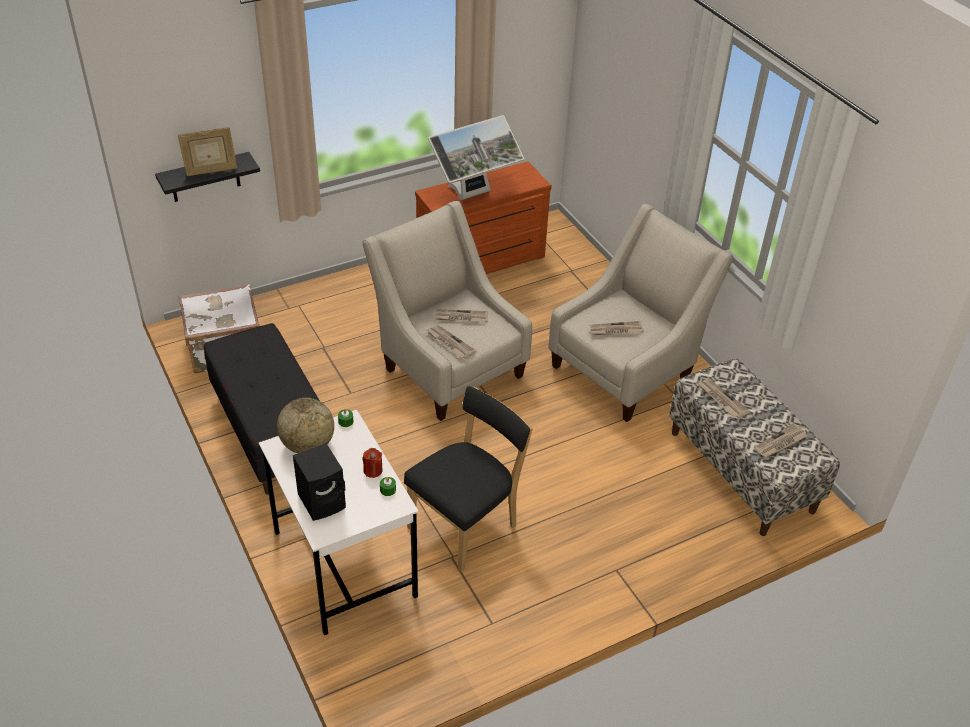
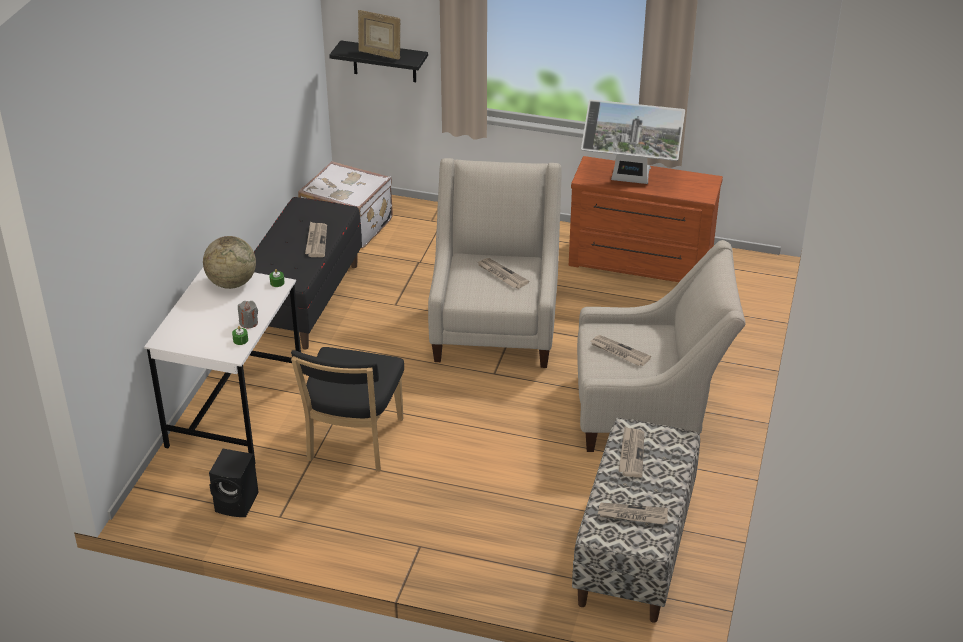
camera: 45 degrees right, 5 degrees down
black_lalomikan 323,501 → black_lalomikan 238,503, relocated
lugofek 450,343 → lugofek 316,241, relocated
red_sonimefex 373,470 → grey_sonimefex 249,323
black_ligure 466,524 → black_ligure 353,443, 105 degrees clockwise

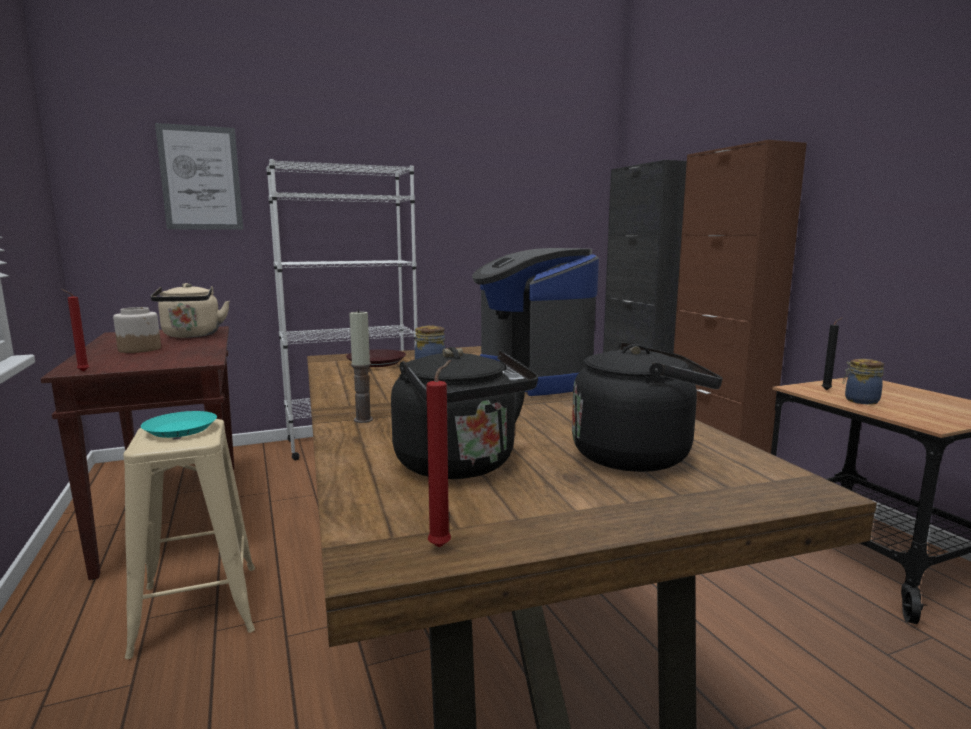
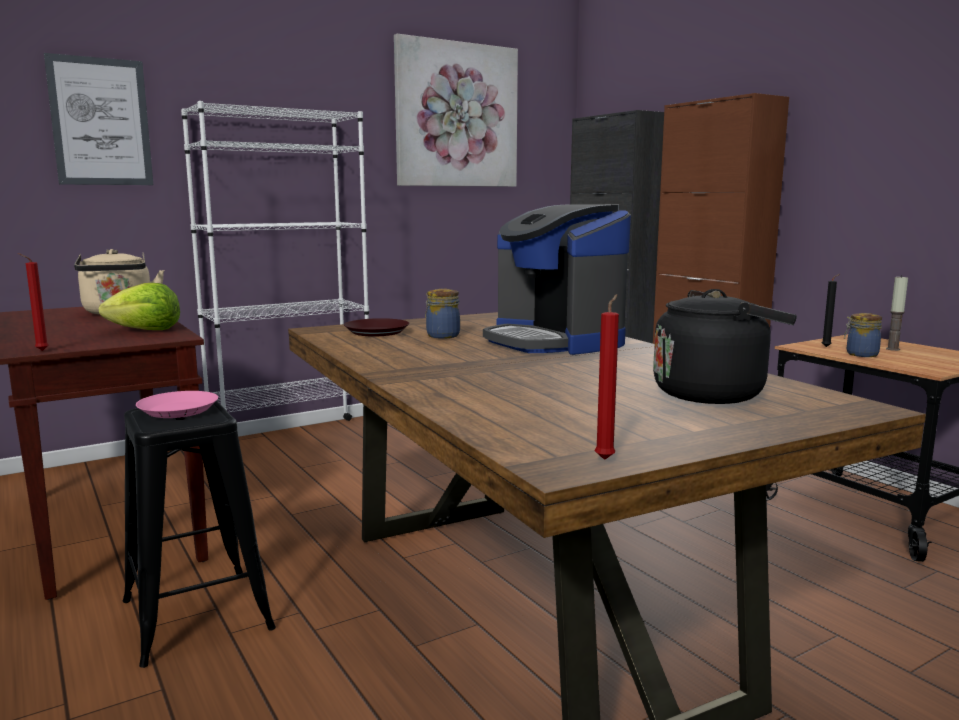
camera: 10 degrees left, 0 degrees up
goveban 140,349 → -
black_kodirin 460,466 → -
- → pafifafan 145,330
- → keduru 457,115
sonimefex 363,420 → sonimefex 892,349, relocated
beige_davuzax 197,609 → black_davuzax 197,615
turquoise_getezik 181,429 → pink_getezik 179,410

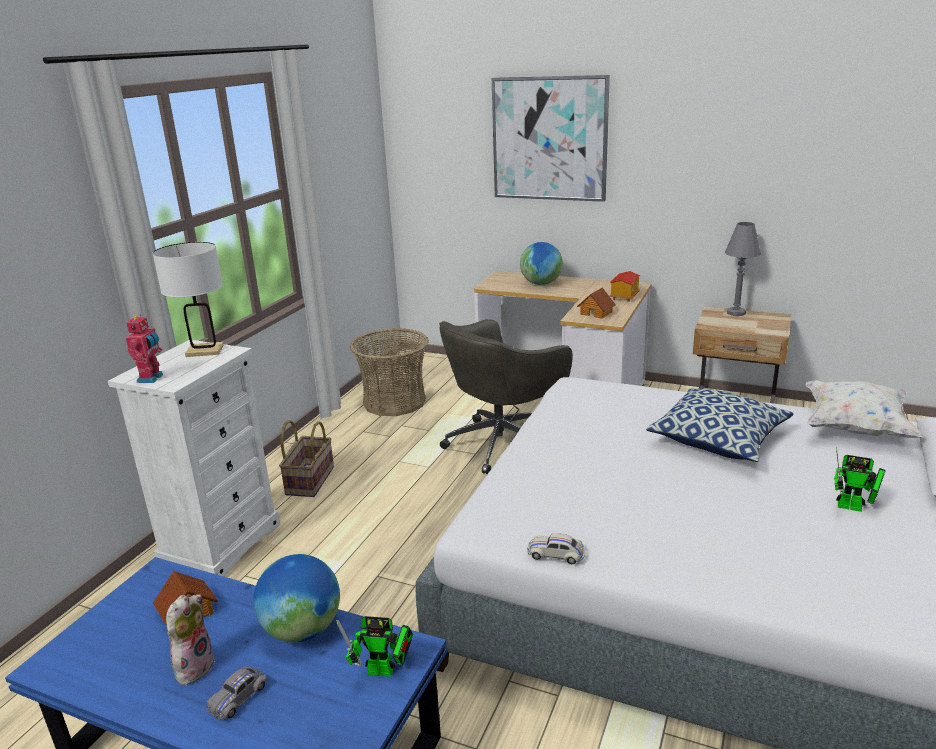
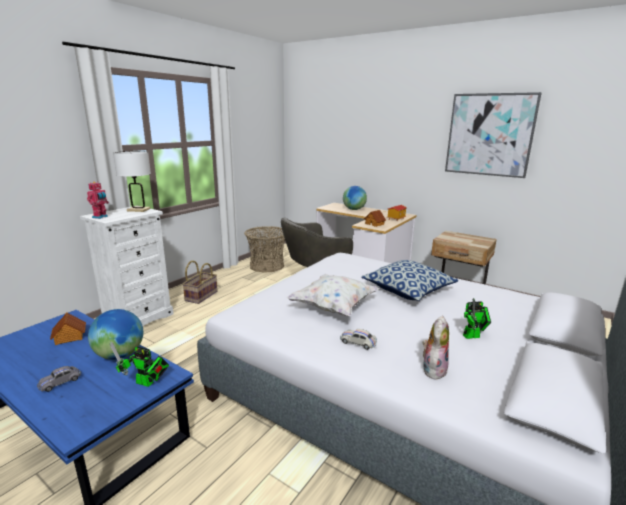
camera: 10 degrees right, 5 degrees down
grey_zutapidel 736,313 → -
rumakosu 194,666 → rumakosu 433,369, relocated
keduru 549,139 → keduru 489,135, relocated
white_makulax 556,554 → white_makulax 358,342, relocated
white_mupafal 855,427 → white_mupafal 334,307, relocated
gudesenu 854,507 → gudesenu 473,336, 45 degrees counterclockwise

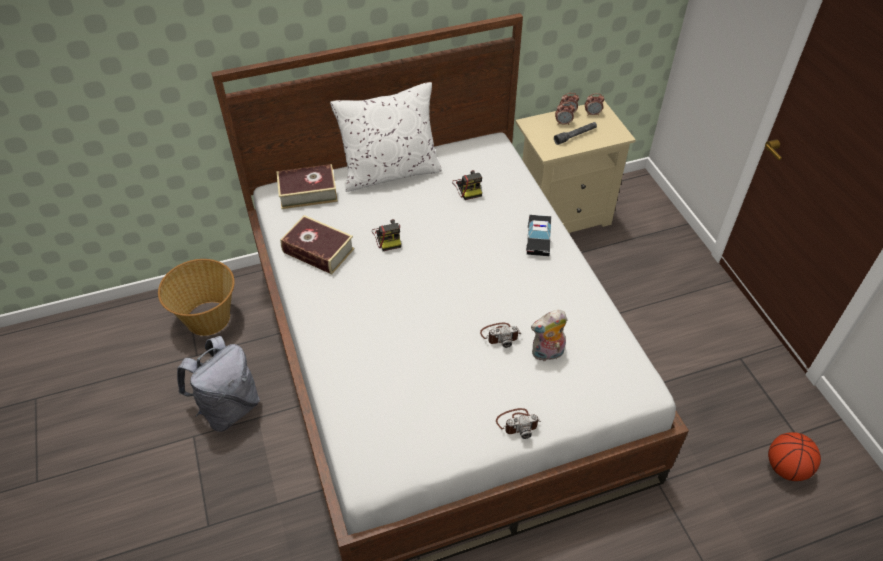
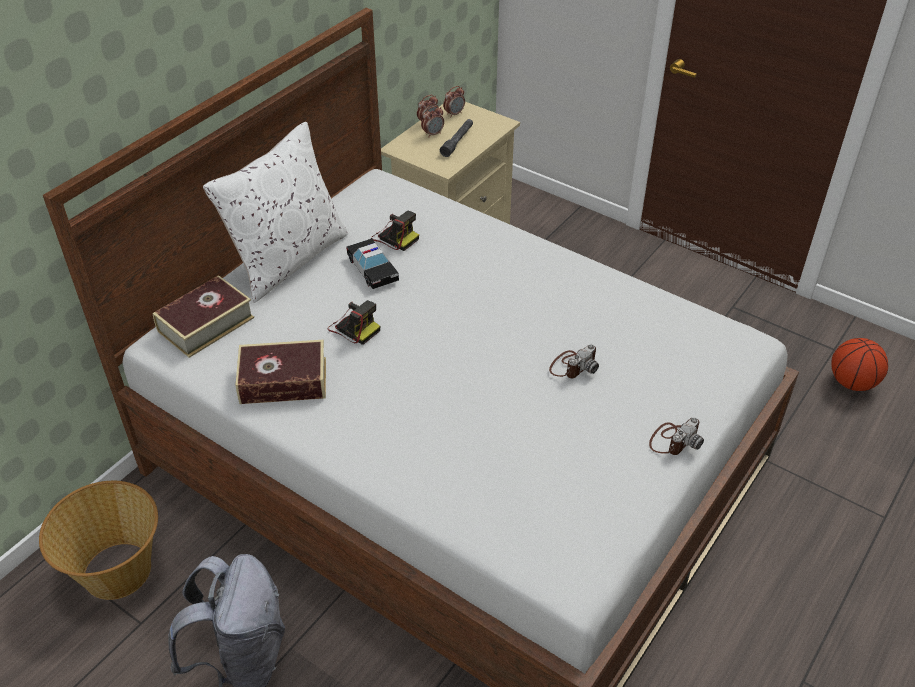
camera: 35 degrees left, 5 degrees down
rumakosu 547,354 → -
makulax 538,239 → makulax 372,269, relocated

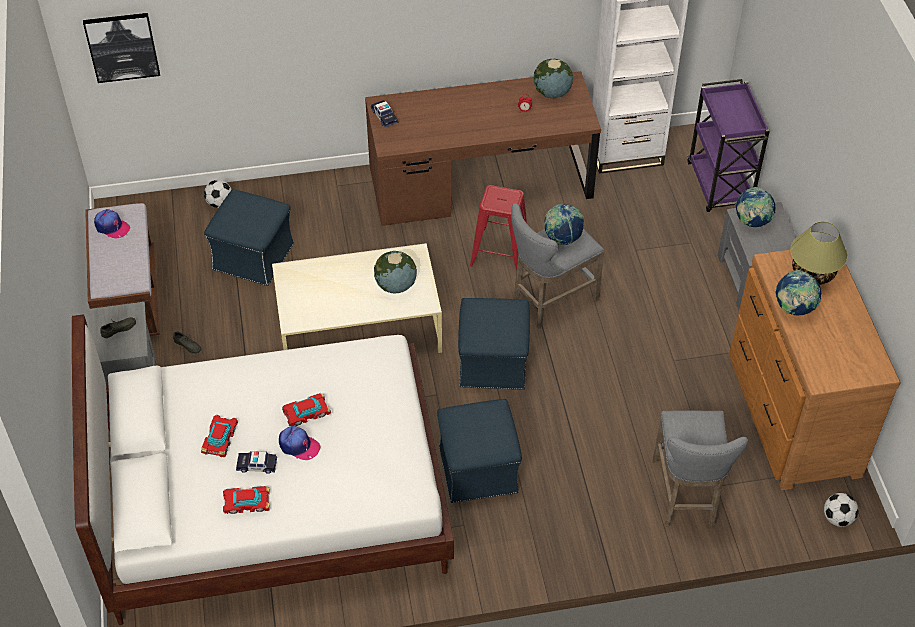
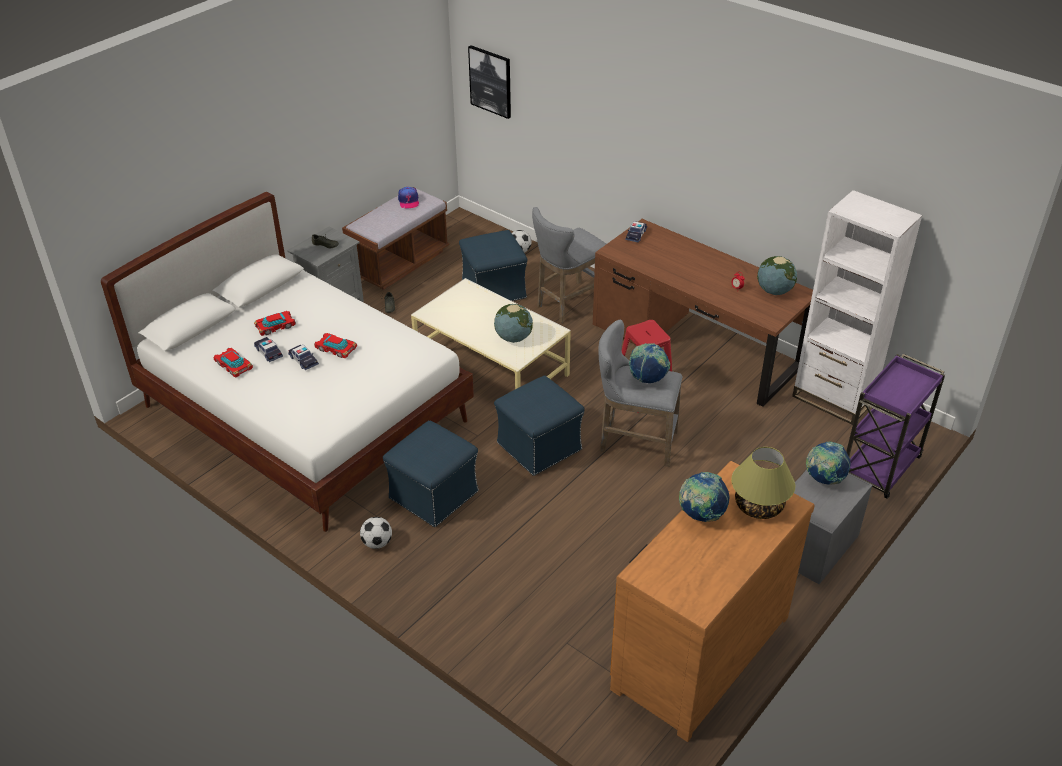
camera: 50 degrees right, 10 degrees down
grey_davuzax 686,496 → grey_davuzax 568,304, relocated
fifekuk 837,518 → fifekuk 377,543, relocated
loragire 298,446 → makulax 303,360

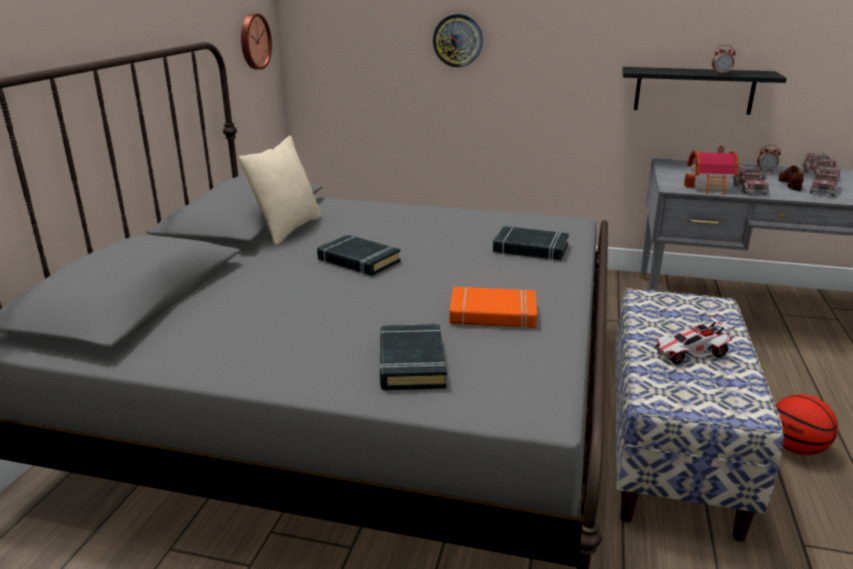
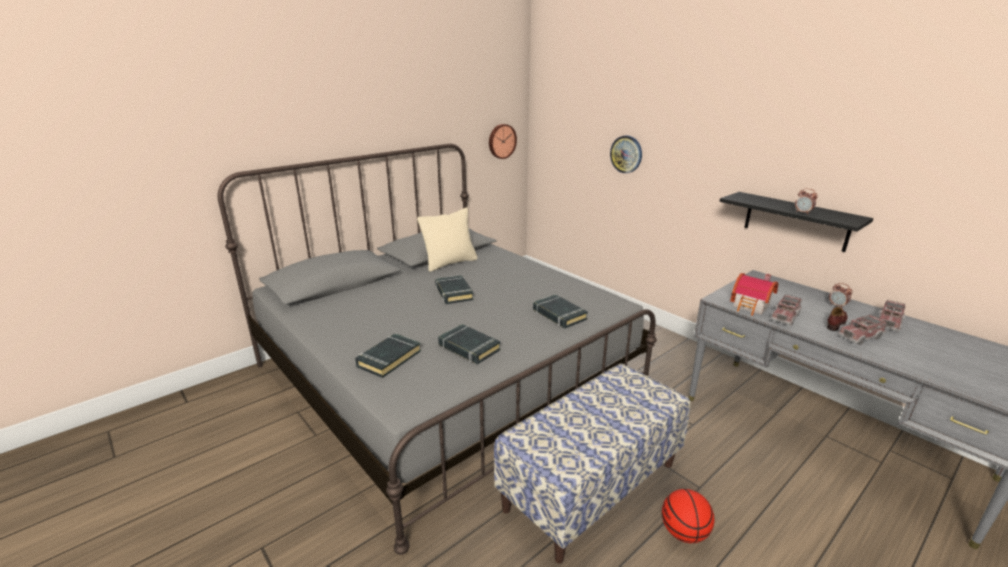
camera: 35 degrees right, 0 degrees up
makulax 690,354 → -
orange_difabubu 492,314 → black_difabubu 468,348

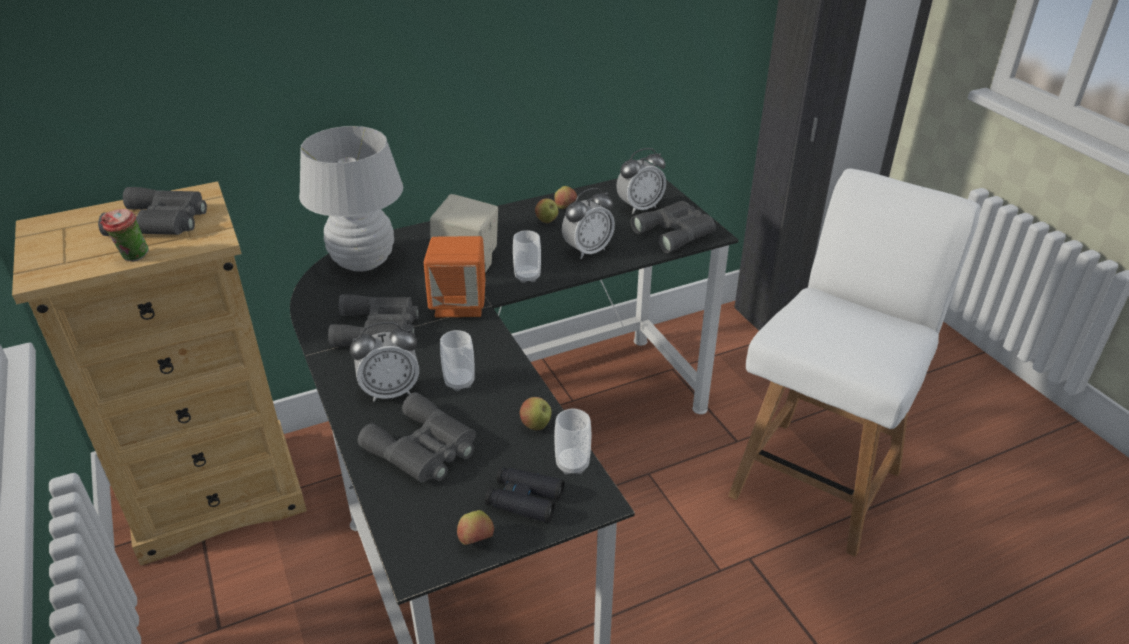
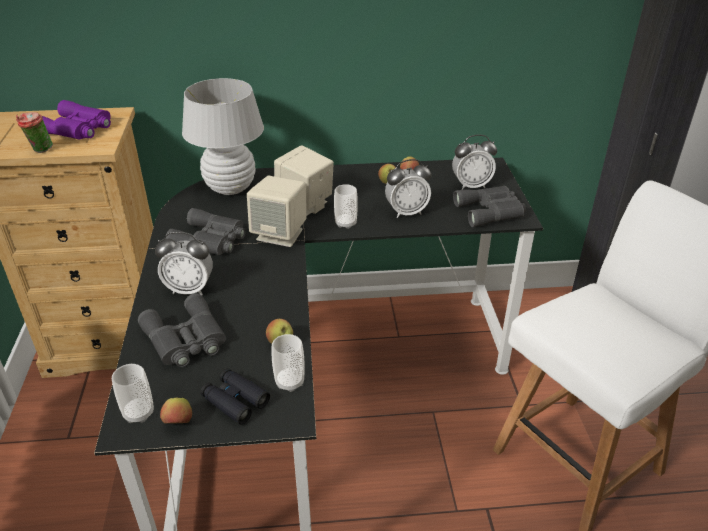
camera: 20 degrees right, 0 degrees up
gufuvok 459,382 → gufuvok 139,413, relocated
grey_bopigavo 161,222 → purple_bopigavo 76,129
orange_lalomikan 459,304 → beige_lalomikan 280,234

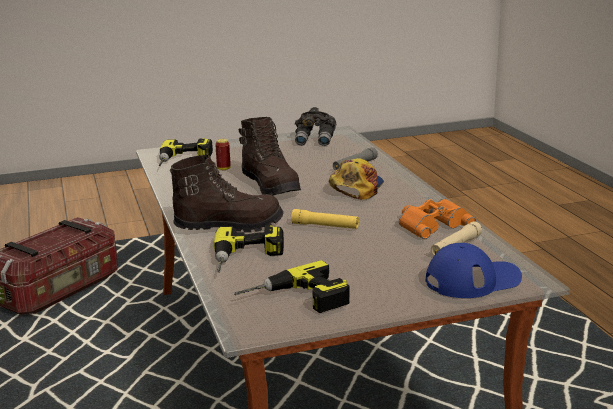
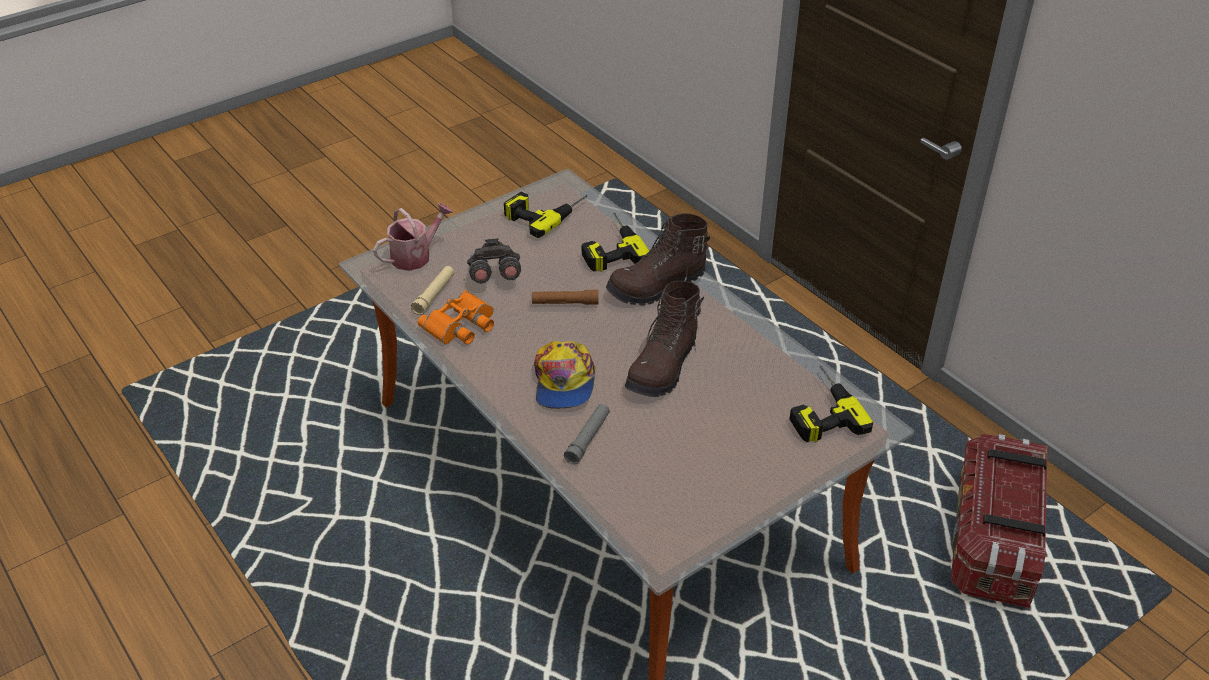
camera: 160 degrees right, 20 degrees up
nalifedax 223,169 → -
grey_bopigavo 315,140 → grey_bopigavo 494,276, relocated
blue_loragire 473,280 → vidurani 415,255
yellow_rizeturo 325,226 → brown_rizeturo 565,303
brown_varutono 271,185 → brown_varutono 664,367, 105 degrees counterclockwise

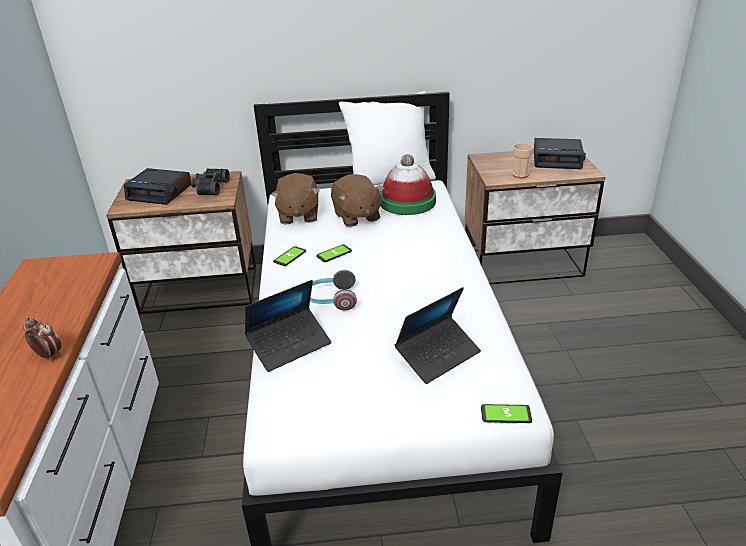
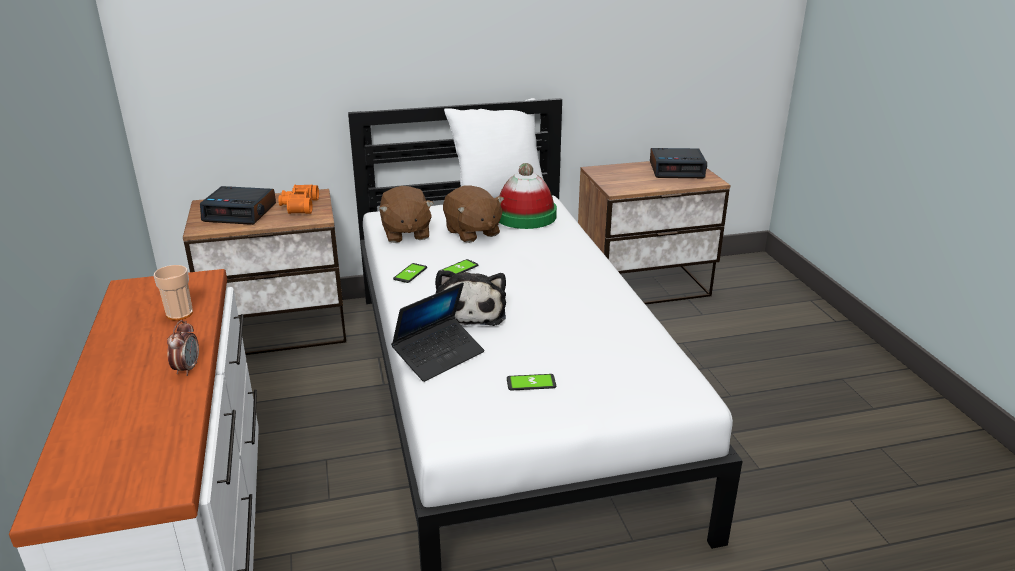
camera: 10 degrees left, 5 degrees down
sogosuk 438,355 → -
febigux 506,414 → febigux 531,383, relocated
gufuvok 520,175 → gufuvok 179,314, relocated
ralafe 331,300 → rumakosu 470,312
black_bopigavo 210,187 → orange_bopigavo 298,206
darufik 49,355 → darufik 187,369, 75 degrees clockwise

